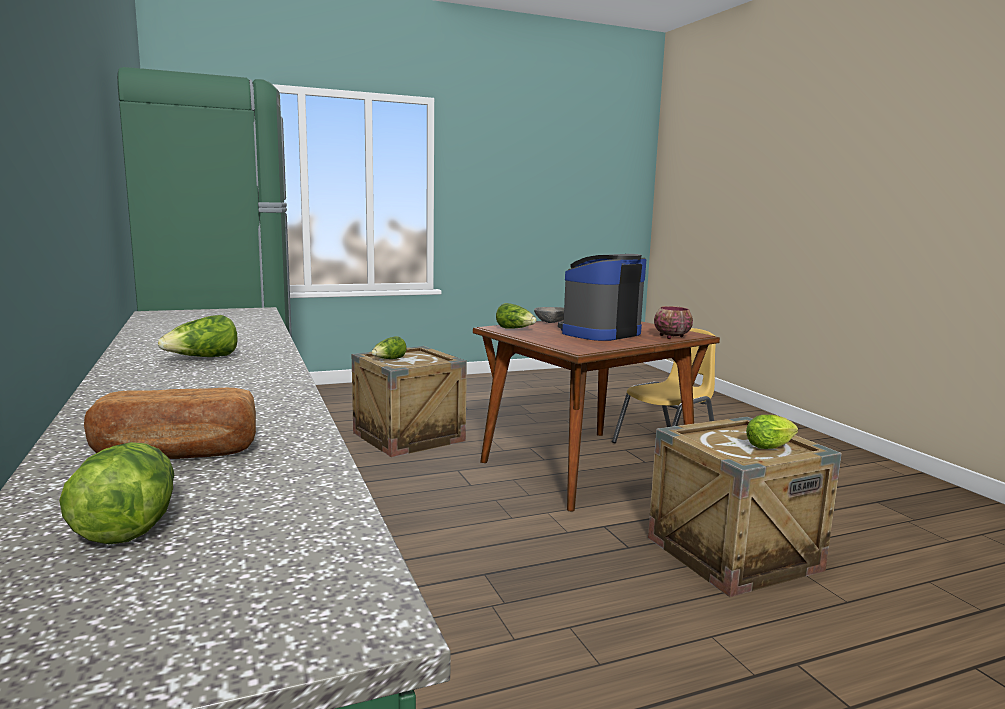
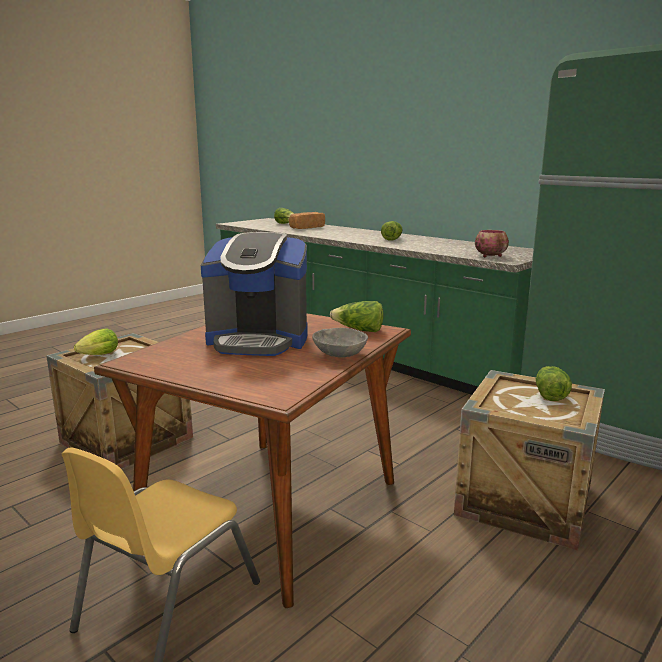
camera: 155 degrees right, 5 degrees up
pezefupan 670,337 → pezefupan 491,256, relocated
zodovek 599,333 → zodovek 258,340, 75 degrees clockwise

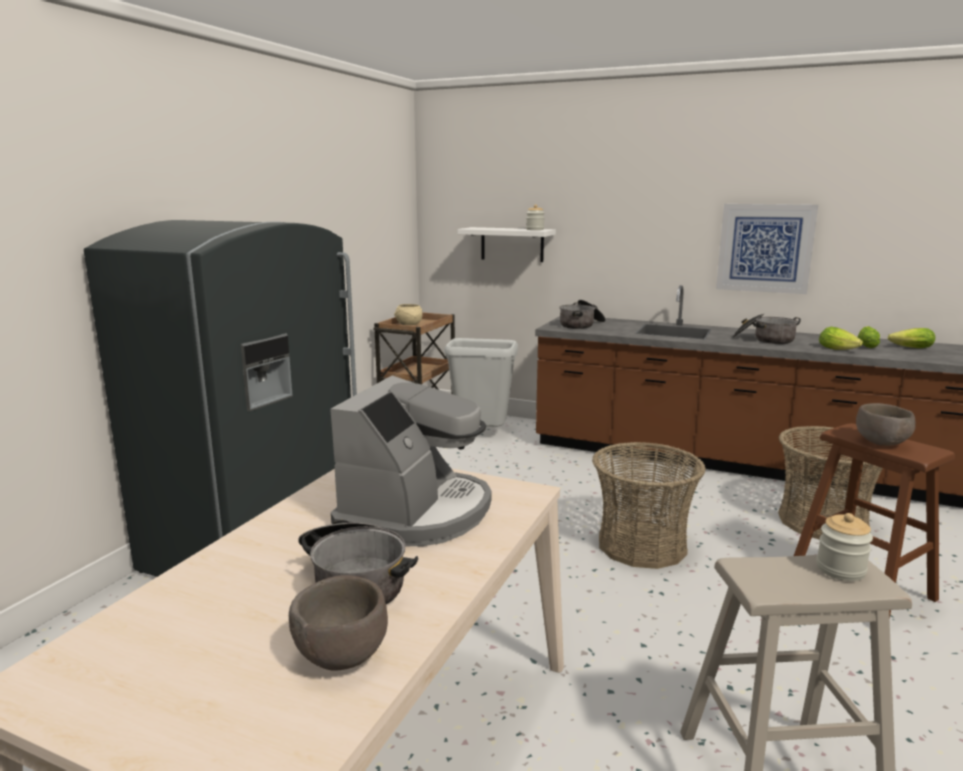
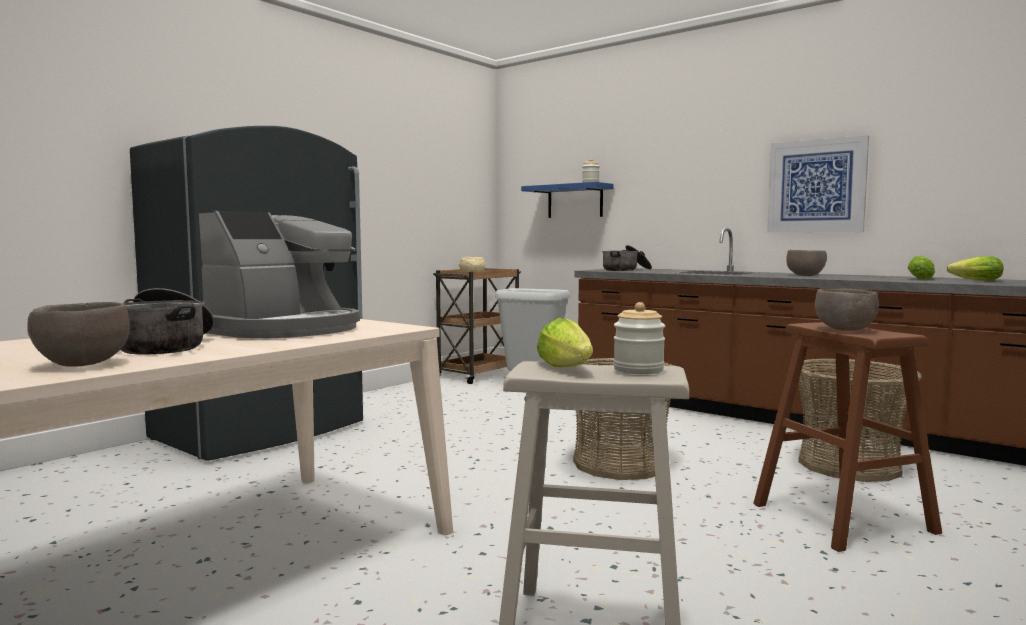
camera: 15 degrees right, 10 degrees down
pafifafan 839,349 → pafifafan 567,368, relocated
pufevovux 764,340 → brown_pezefupan 805,276
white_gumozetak 512,244 → blue_gumozetak 575,201

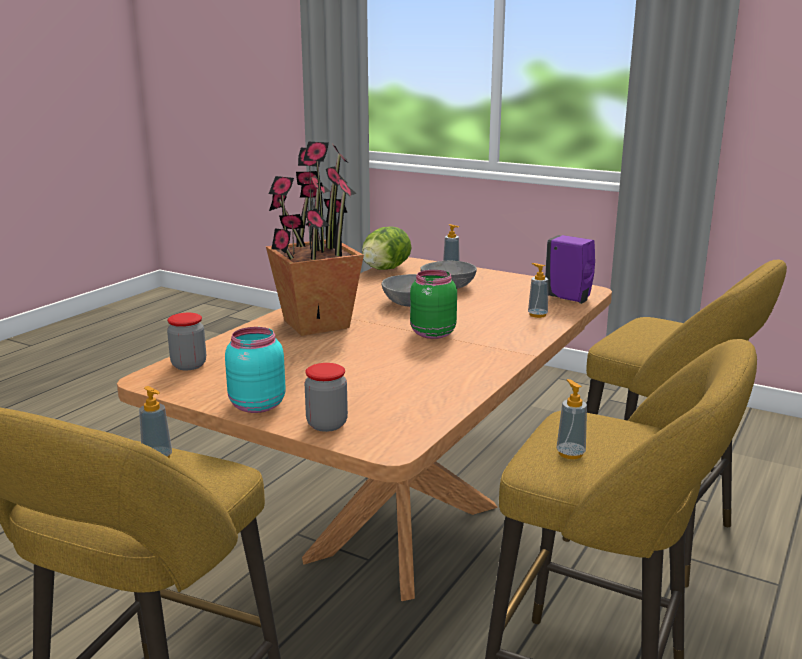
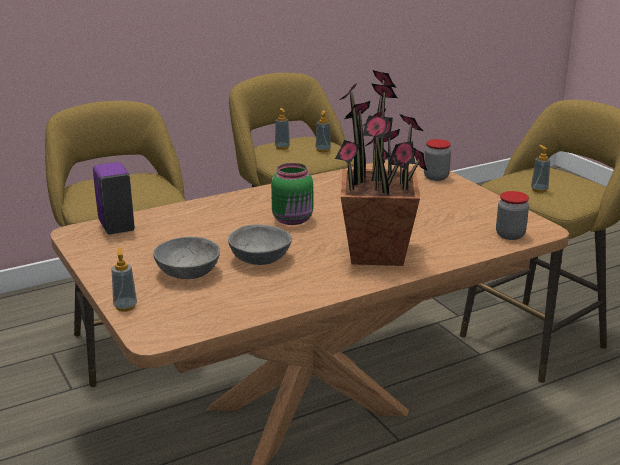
camera: 150 degrees left, 5 degrees up
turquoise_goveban 255,405 → -
pafifafan 385,269 → -
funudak 537,315 → funudak 282,147, relocated

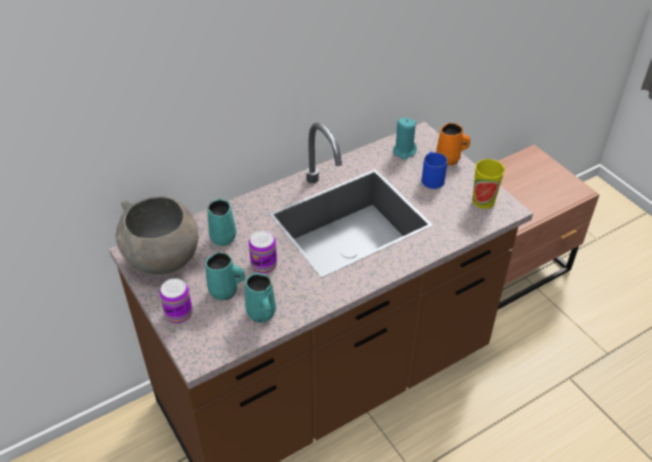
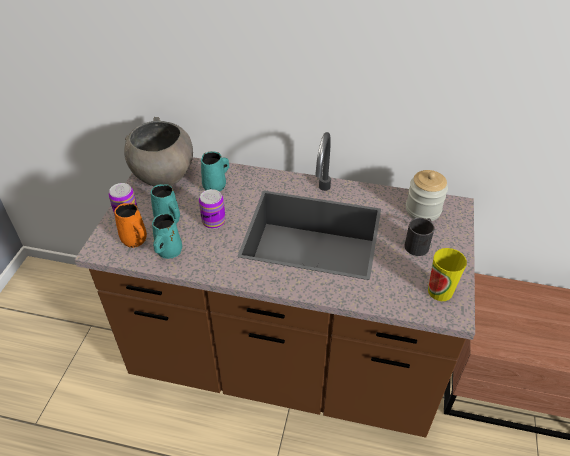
camera: 45 degrees right, 0 degrees up
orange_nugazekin 449,159 → orange_nugazekin 135,240, relocated
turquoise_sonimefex 404,151 → goveban 423,210
blue_nugazekin 431,177 → black_nugazekin 419,243

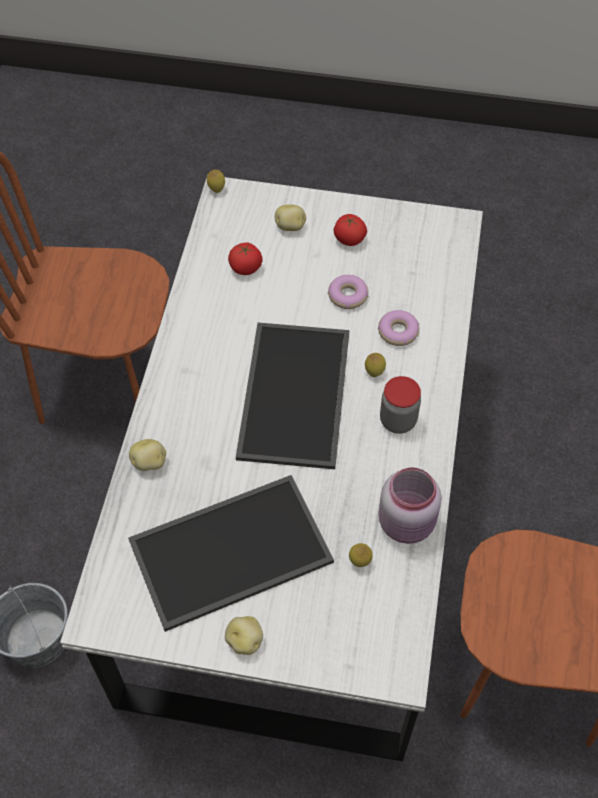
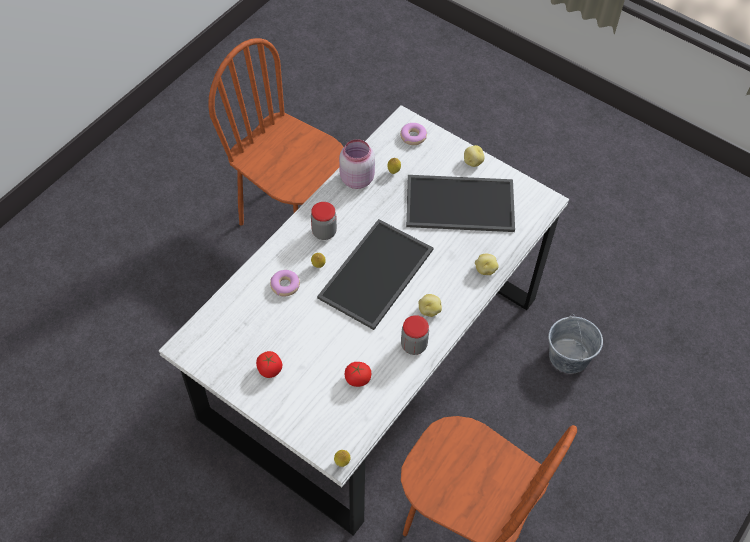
camera: 155 degrees left, 0 degrees up
- → goveban 413,345
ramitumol 290,227 → ramitumol 429,310, relocated
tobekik 347,296 → tobekik 413,137, relocated

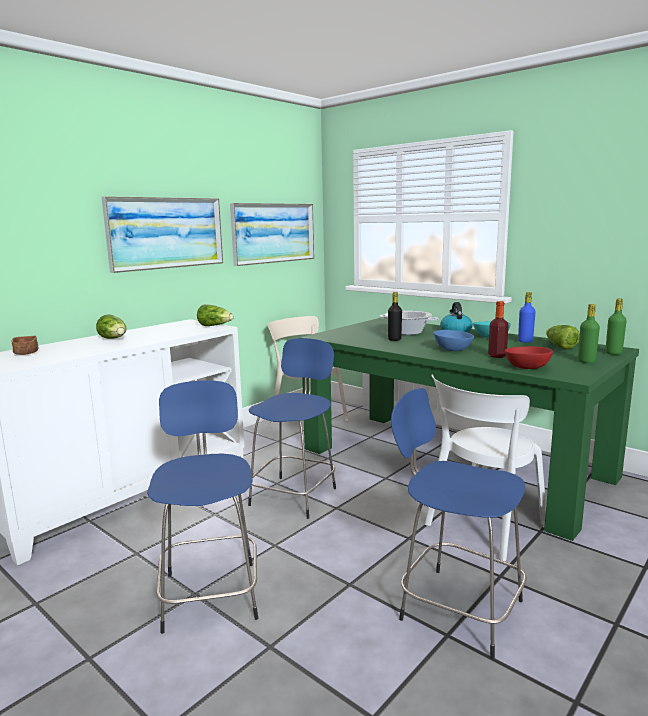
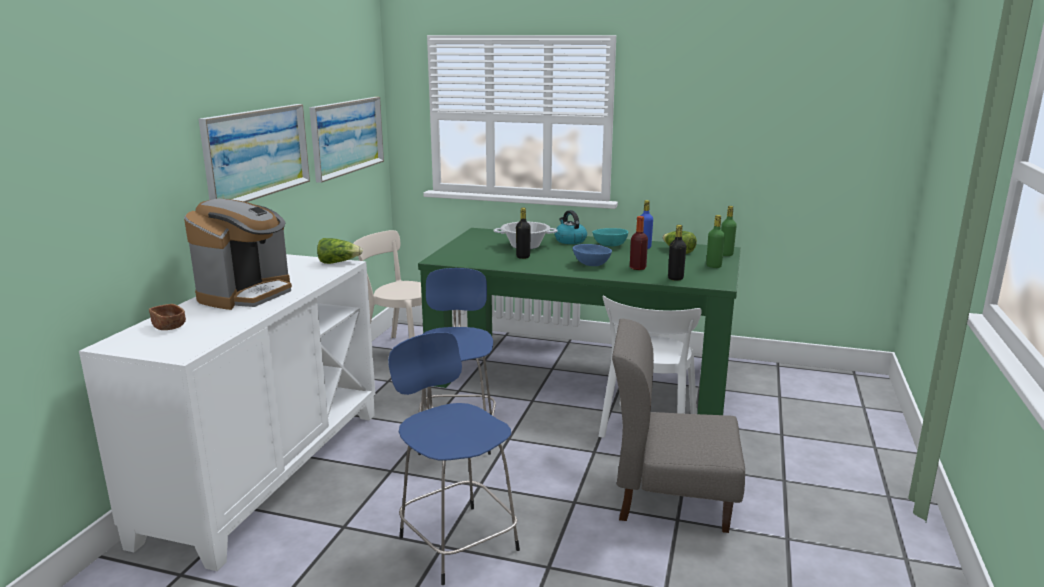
camera: 25 degrees left, 5 degrees up
pafifafan 114,339 → zodovek 247,294
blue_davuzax 457,608 → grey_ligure 671,498
red_pezefupan 528,368 → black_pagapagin 675,278

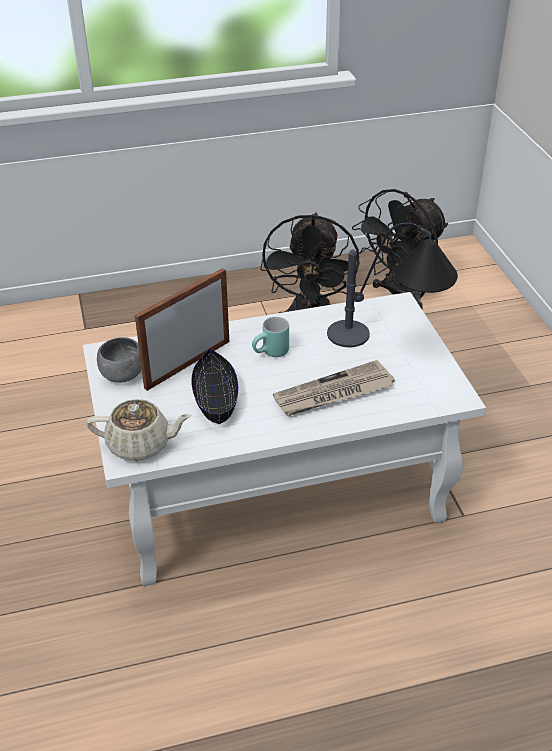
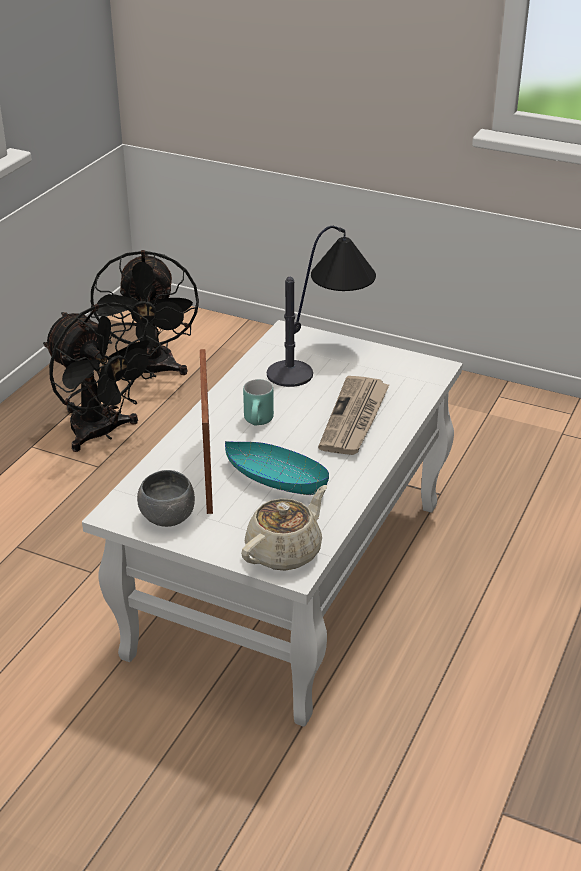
camera: 50 degrees left, 5 degrees down
black_pezefupan 215,396 → turquoise_pezefupan 275,479

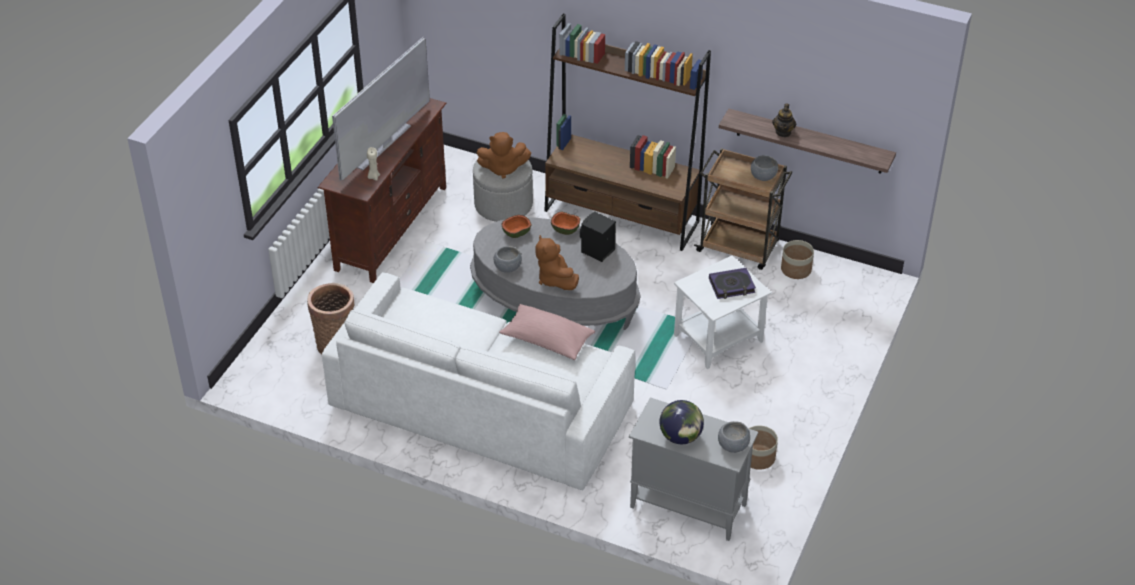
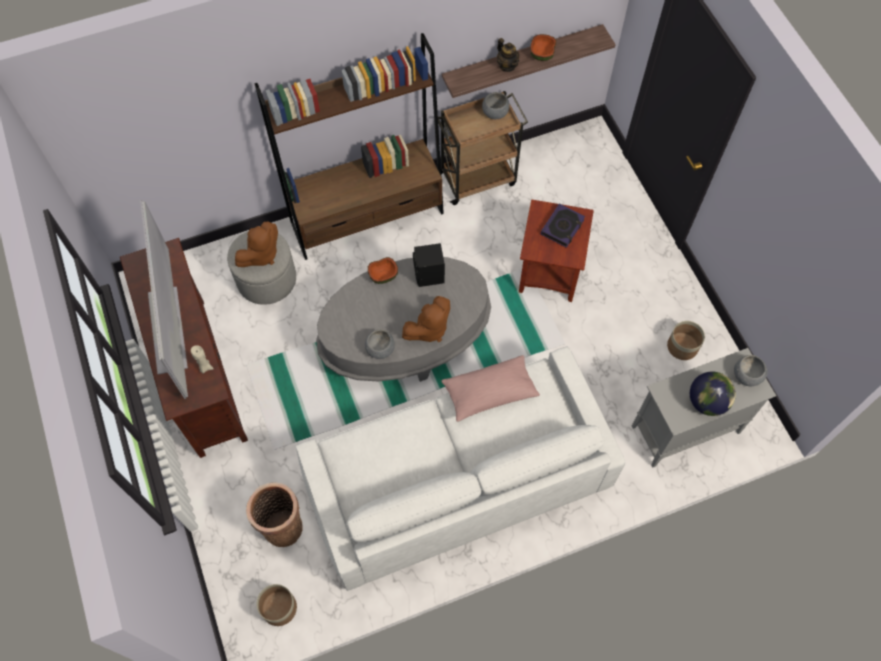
camera: 45 degrees left, 20 degrees up
pezefupan 516,233 → pezefupan 542,54, relocated
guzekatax 795,269 → guzekatax 279,608, relocated
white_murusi 719,339 → brown_murusi 551,269
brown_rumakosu 555,279 → brown_rumakosu 428,329, 60 degrees counterclockwise

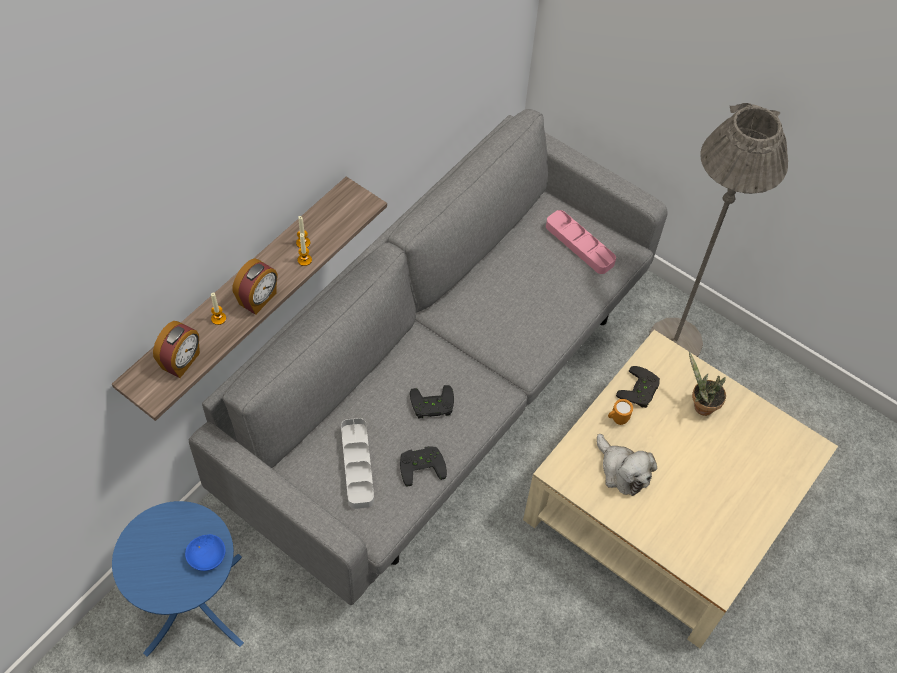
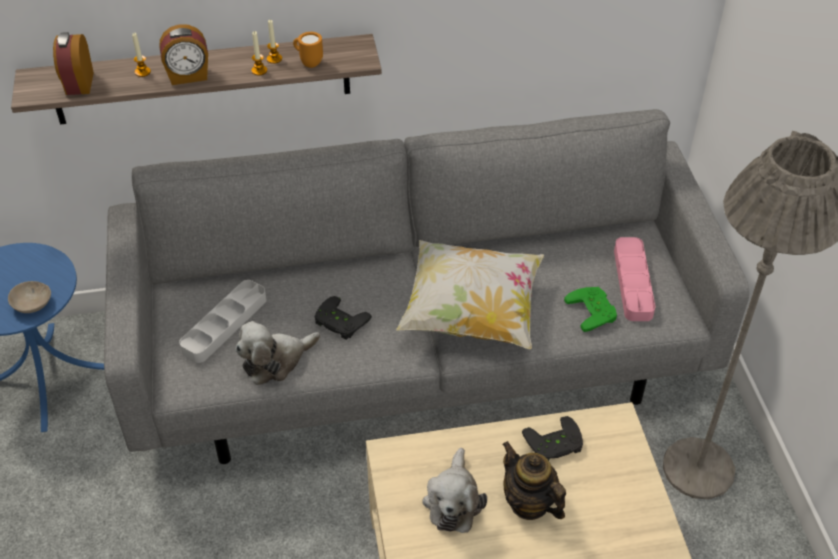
camera: 45 degrees right, 10 degrees down
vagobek 700,406 → -
- → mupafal 471,313
- → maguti 529,503
- → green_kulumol 594,311
orange_nugazekin 617,419 → orange_nugazekin 308,62, relocated
black_kulumol 421,464 → rumakosu 276,361
blue_pezefupan 206,558 → beige_pezefupan 31,305
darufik 181,361 → darufik 78,83, 105 degrees clockwise

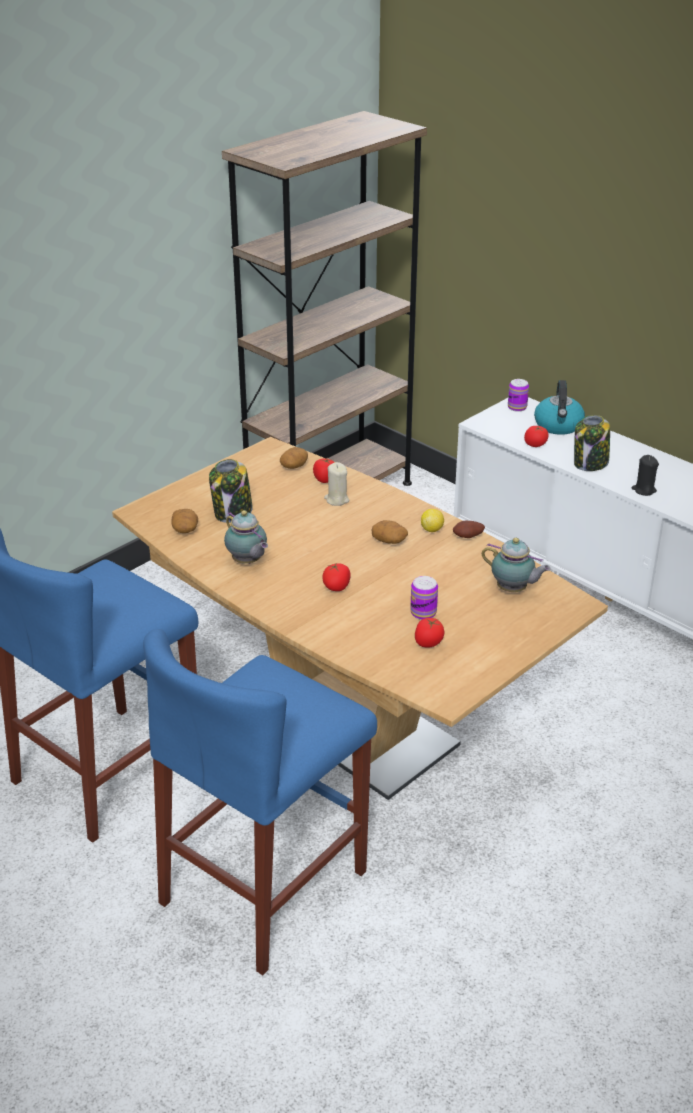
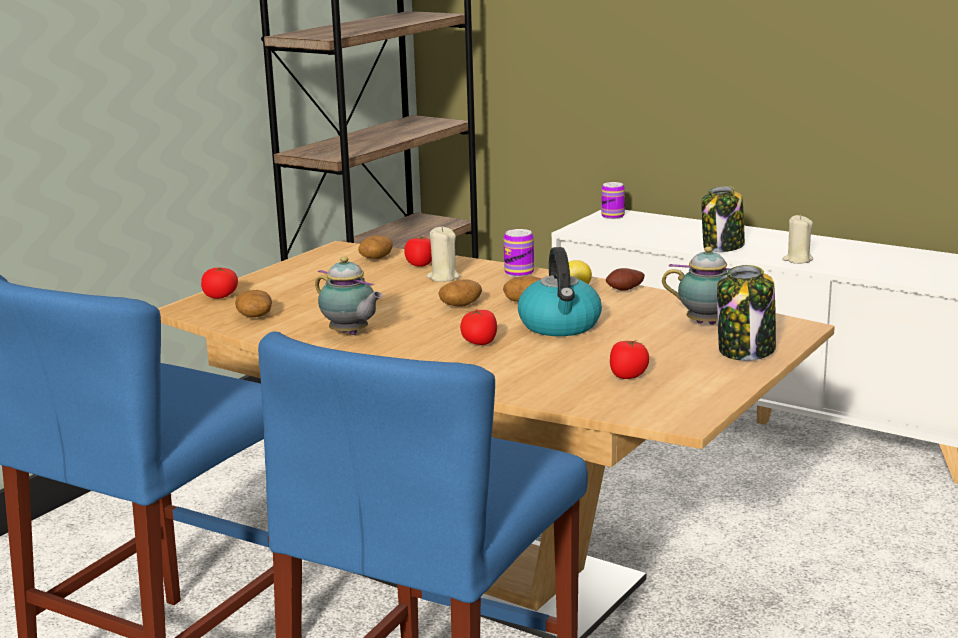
camera: 10 degrees left, 15 degrees down
- → ramitumol 460,305
goveban 232,513 → goveban 746,351, relocated
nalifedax 423,613 → nalifedax 519,273, relocated
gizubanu 535,444 → gizubanu 221,296, relocated
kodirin 558,426 → kodirin 560,326, relocated
black_sonimefex 643,490 → beige_sonimefex 797,260

